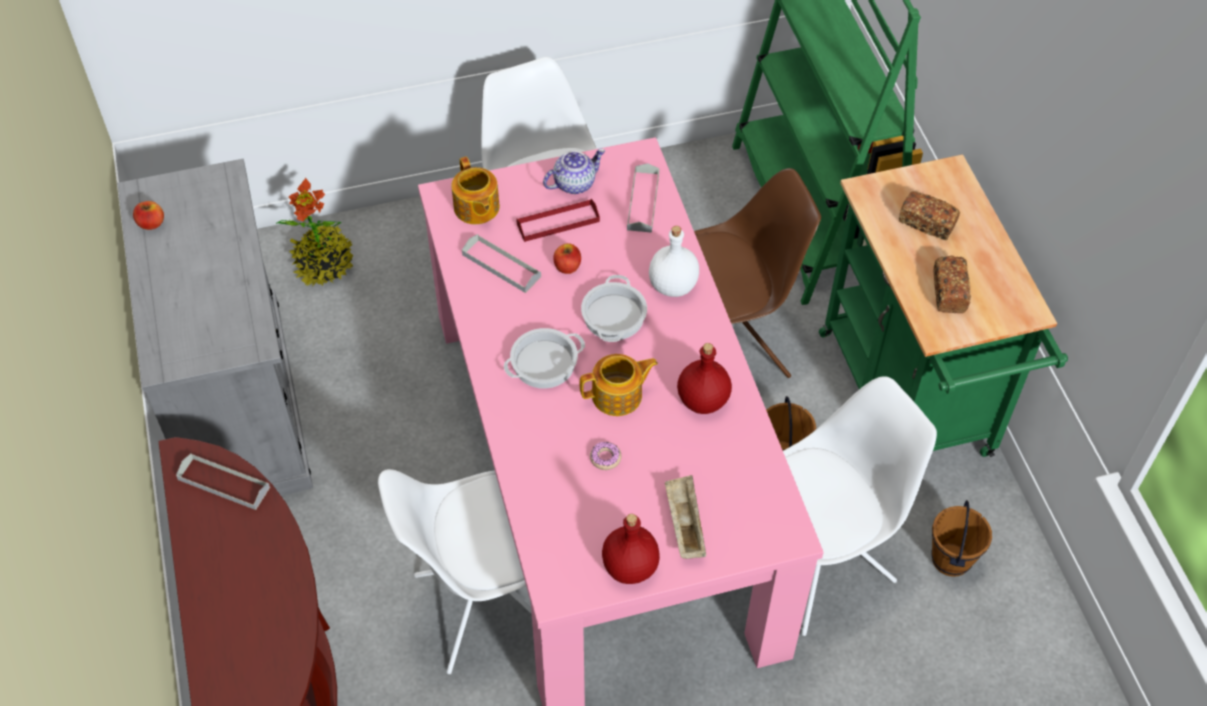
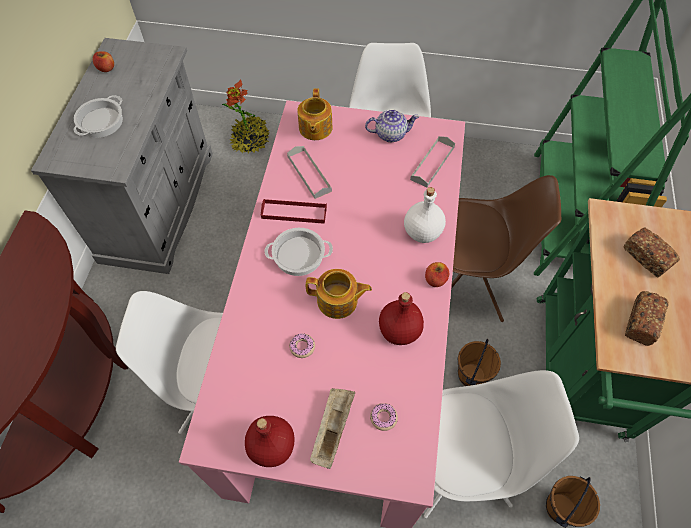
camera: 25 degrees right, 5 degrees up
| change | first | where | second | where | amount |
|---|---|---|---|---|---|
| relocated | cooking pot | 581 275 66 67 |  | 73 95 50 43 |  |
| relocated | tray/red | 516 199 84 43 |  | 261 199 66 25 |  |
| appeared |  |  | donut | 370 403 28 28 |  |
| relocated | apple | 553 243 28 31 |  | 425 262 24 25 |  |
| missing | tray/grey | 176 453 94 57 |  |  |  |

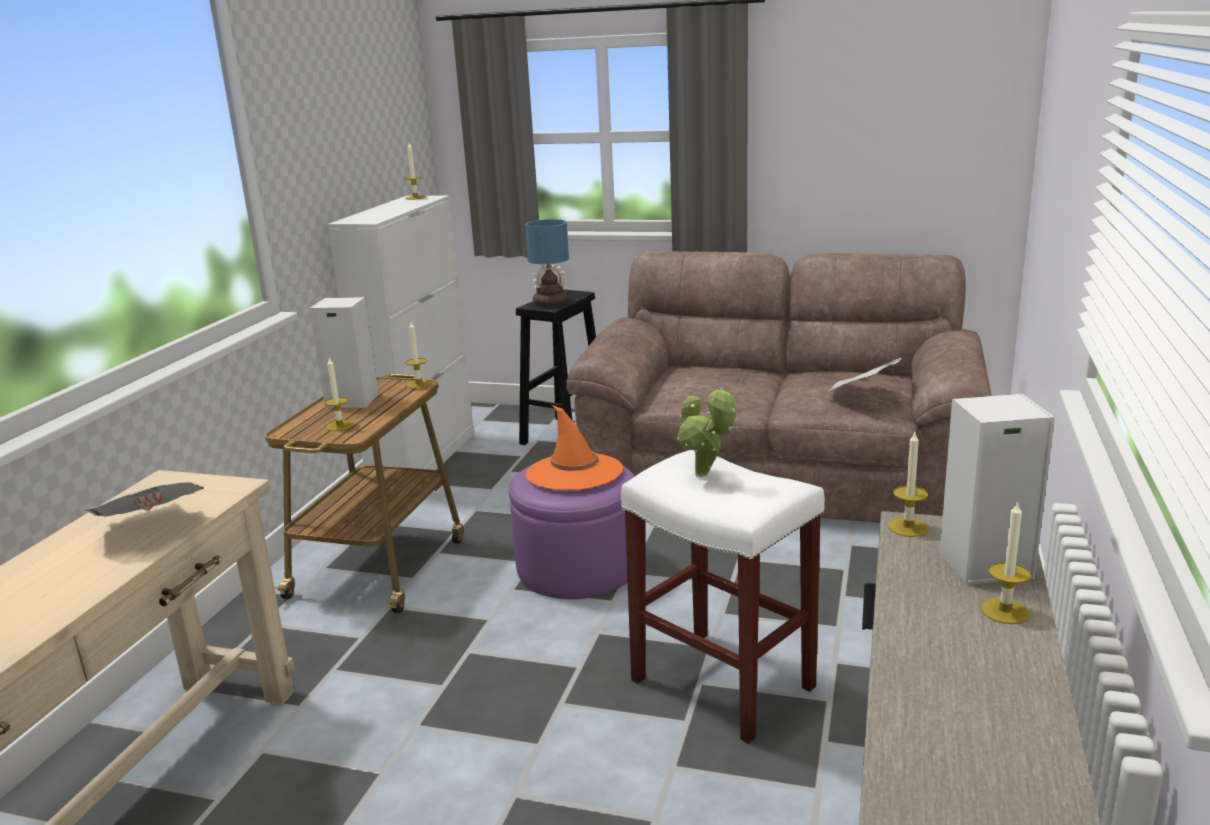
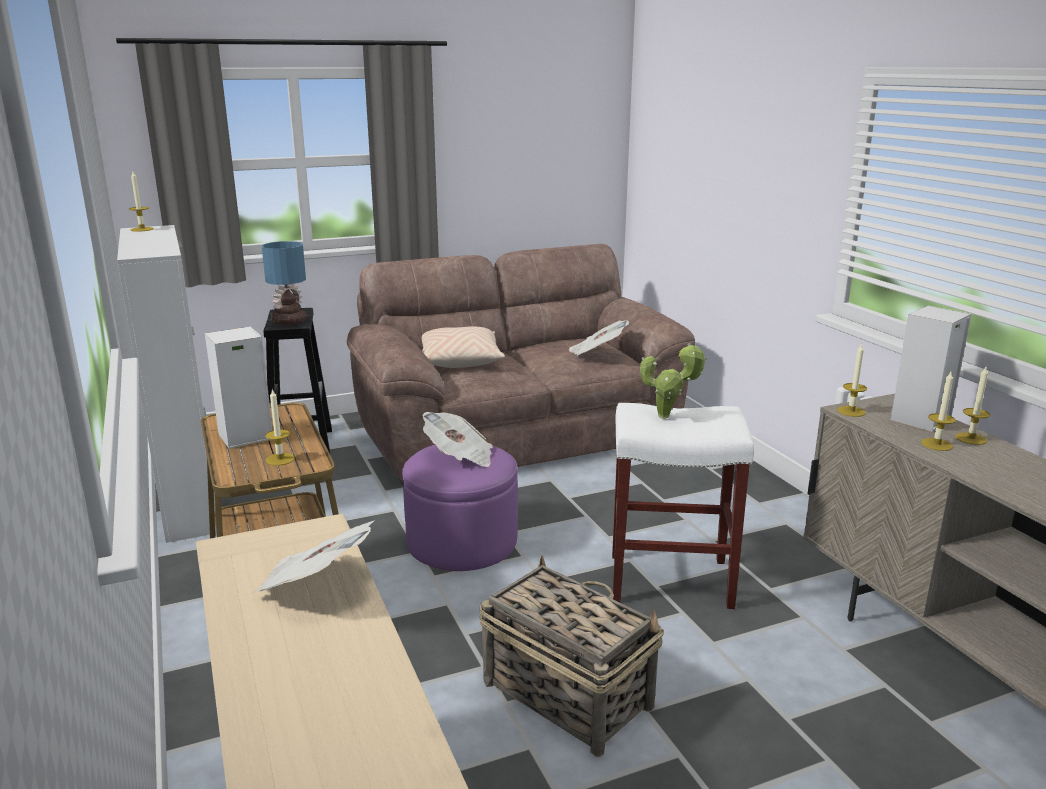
camera: 40 degrees left, 0 degrees up
| change | first | where | second | where | amount |
|---|---|---|---|---|---|
| appeared |  |  | pillow/beige | 422 326 83 42 |  |
| exchanged | hat/orange | 526 405 97 85 | newspaper | 423 412 70 55 |  |
| appeared |  |  | basket | 479 555 185 202 |  |
| relocated | candle | 405 322 26 66 |  | 921 372 35 79 |  |

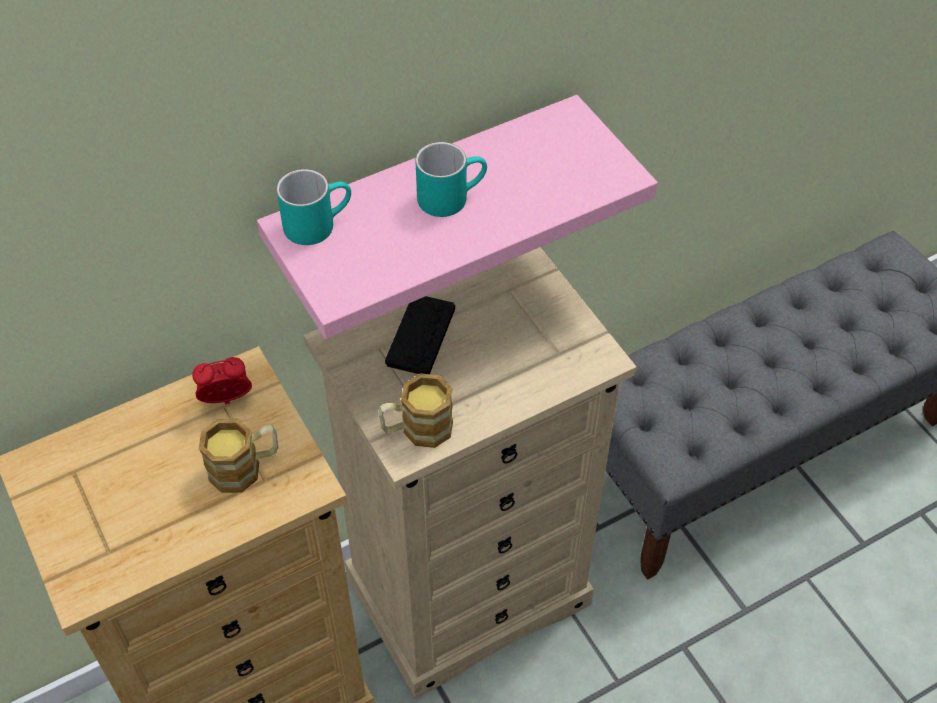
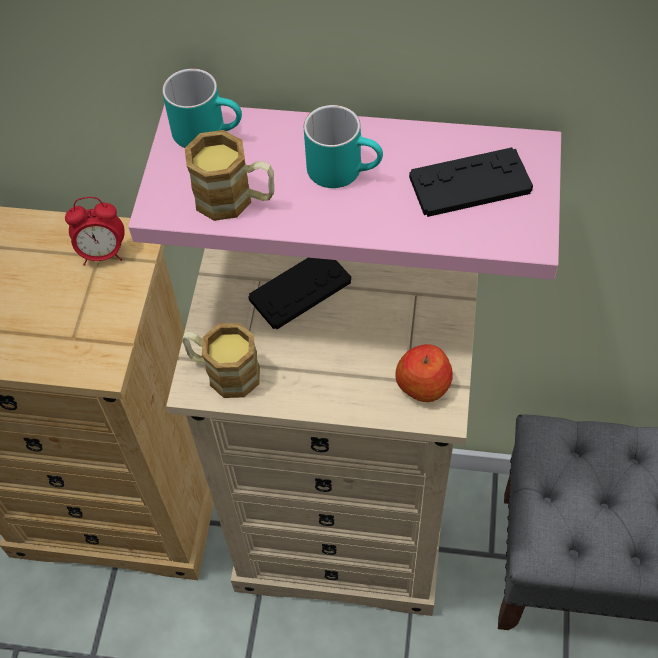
camera: 40 degrees right, 5 degrees up
| change | first | where | second | where | amount |
|---|---|---|---|---|---|
| spun | alarm clock | 192 357 60 48 |  | 65 197 60 69 | 150 degrees clockwise |
| relocated | mug | 199 418 79 75 |  | 185 130 89 91 |  |
| appeared |  |  | apple | 395 344 58 58 |  |
| appeared |  |  | game controller/black | 409 147 124 70 |  |

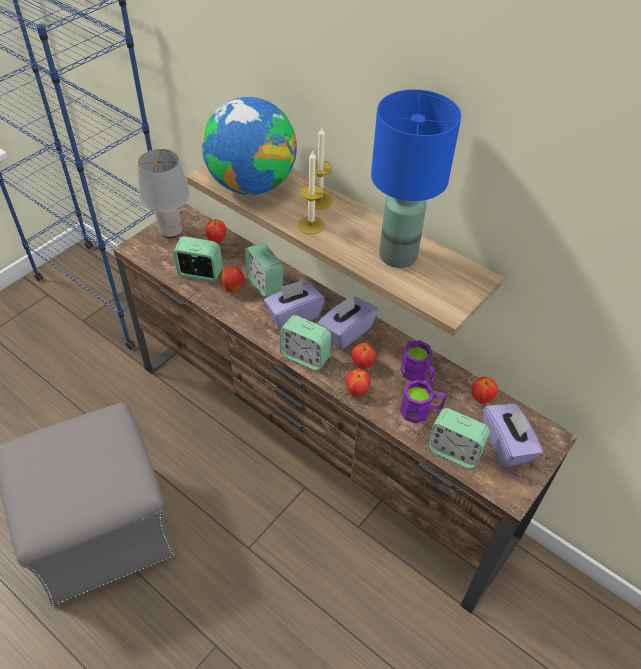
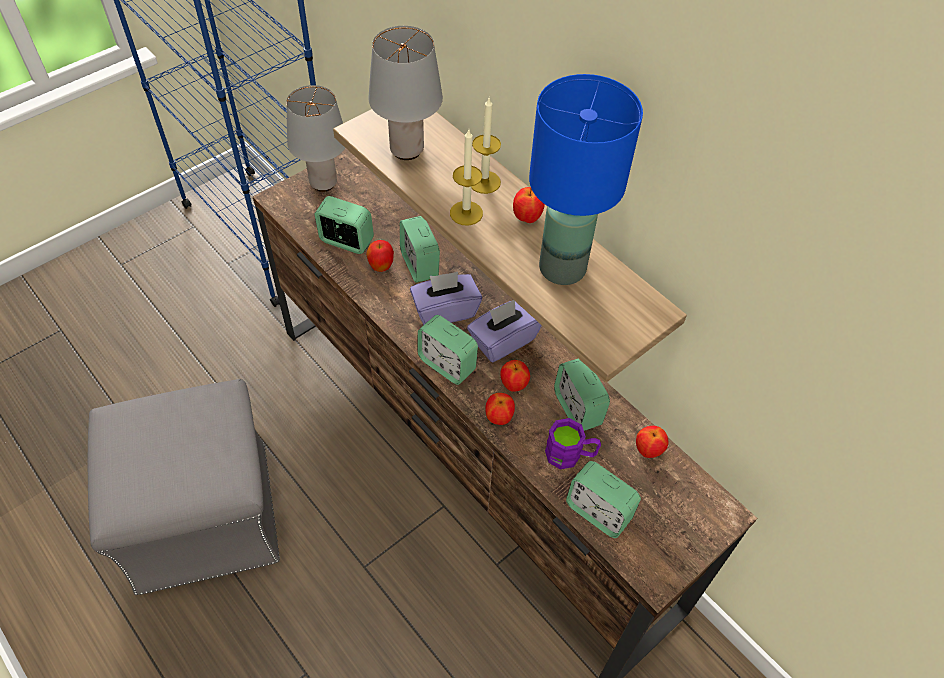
camera: 10 degrees right, 5 degrees up
| change | first | where | second | where | amount |
|---|---|---|---|---|---|
| exchanged | globe | 202 97 95 98 | table lamp/grey | 368 26 75 134 |  |
| relocated | apple | 206 220 20 23 |  | 513 187 32 36 |  |
| exchanged | mug/purple | 400 340 36 44 | alarm clock | 554 359 56 72 |  |
| missing | tissue box/purple | 483 404 60 63 |  |  |  |

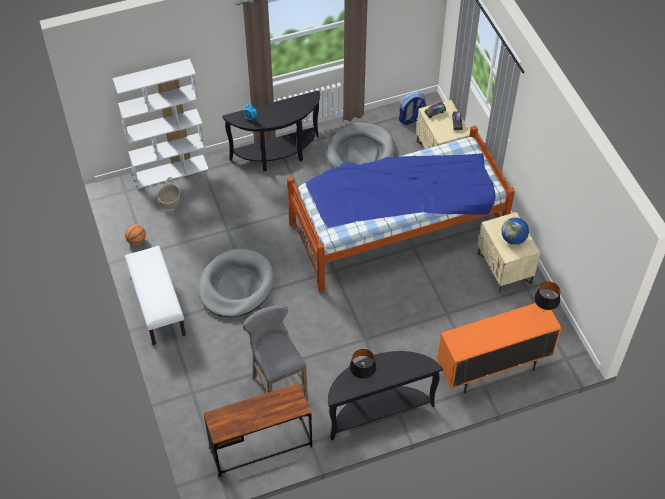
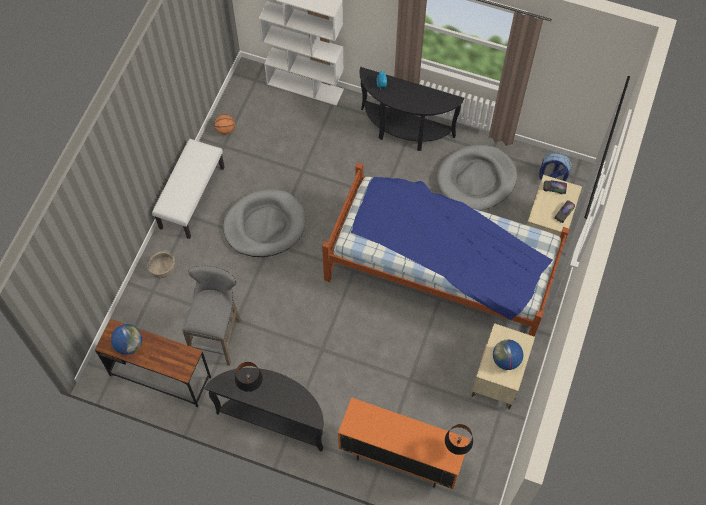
camera: 40 degrees right, 10 degrees up
| change | first | where | second | where | amount |
|---|---|---|---|---|---|
| appeared |  |  | globe | 111 324 31 31 |  |
| relocated | basket | 157 177 23 32 |  | 147 250 28 28 |  |

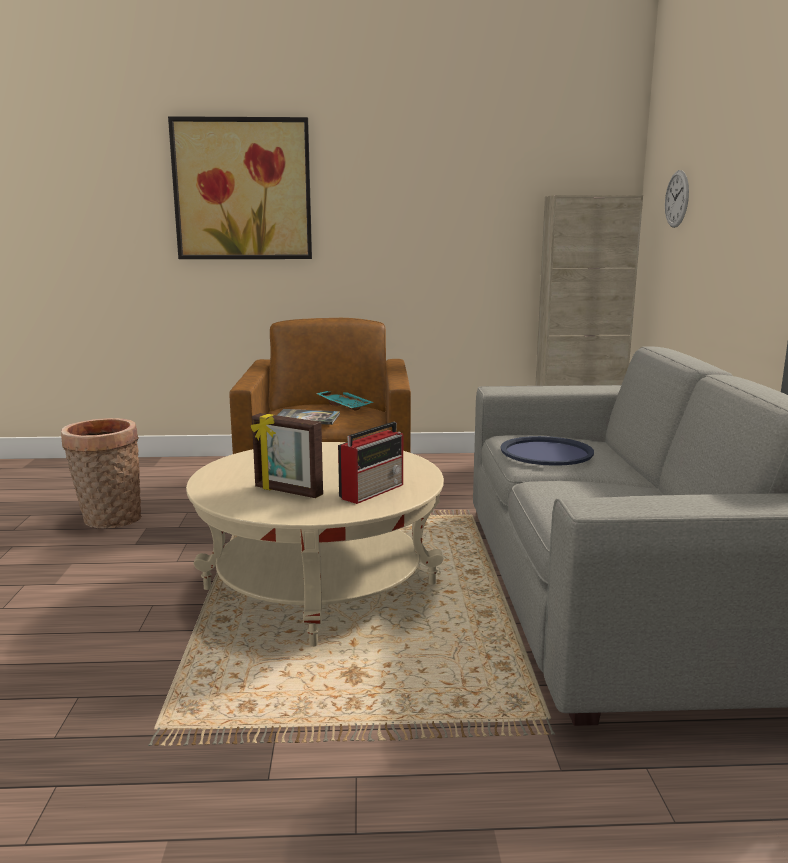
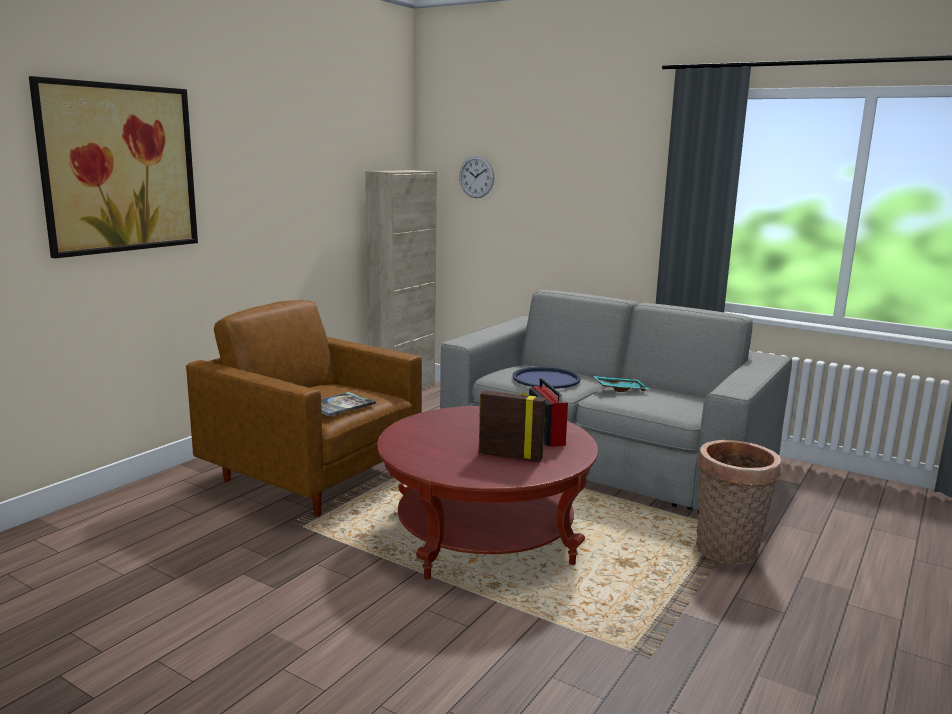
camera: 55 degrees left, 0 degrees up
| change | first | where | second | where | amount |
|---|---|---|---|---|---|
| colour | coffee table/beige | 186 442 258 205 | coffee table/red | 377 406 221 174 |  |
| spun | picture frame | 251 413 72 85 |  | 479 390 67 73 | 135 degrees counterclockwise |
| relocated | tray/turquoise | 316 391 57 20 |  | 593 376 56 16 |  |
| relocated | basket | 61 418 80 110 |  | 696 440 85 124 |  |

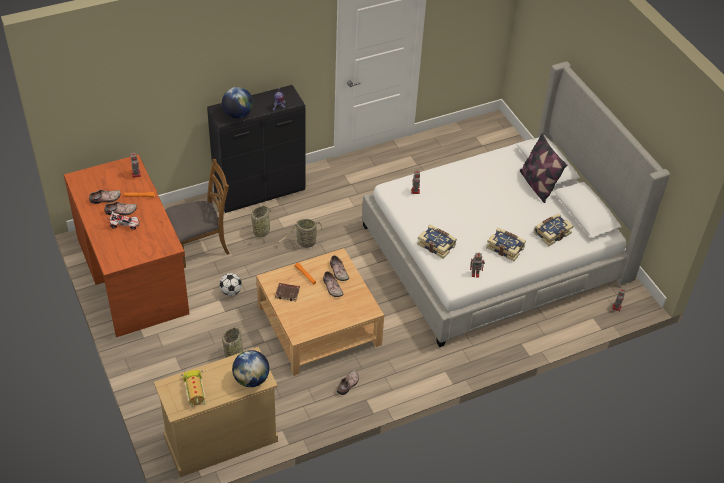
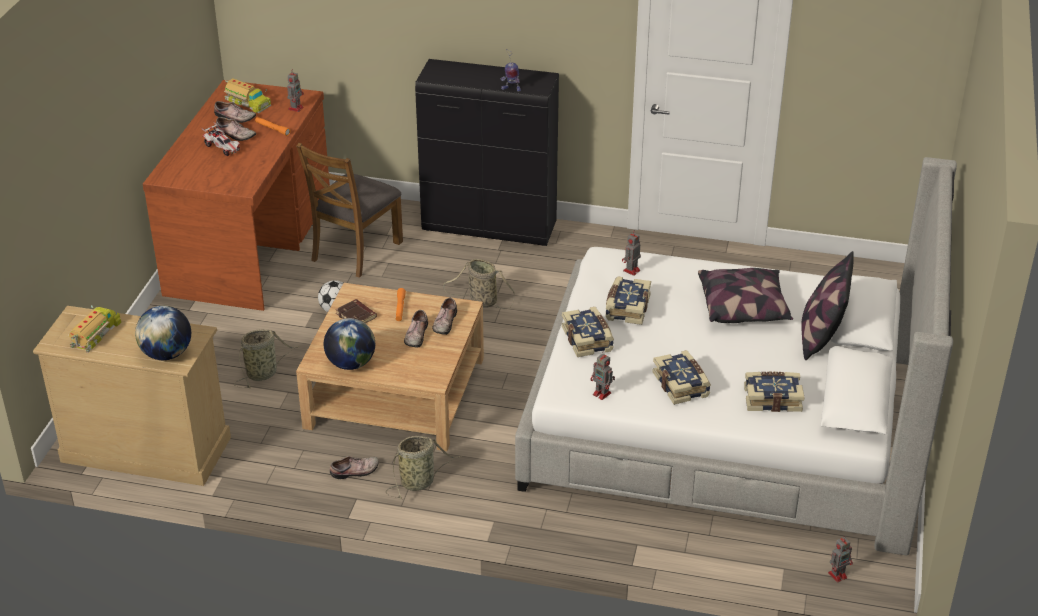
camera: 40 degrees right, 10 degrees down
| change | first | where | second | where | amount |
|---|---|---|---|---|---|
| appeared |  |  | toy truck | 224 78 47 35 |  |
| spun | chair/brown | 165 159 65 109 |  | 296 143 107 135 | 105 degrees clockwise |
| relocated | globe | 222 87 31 31 |  | 324 318 51 52 |  |
| relocated | basket | 251 205 22 39 |  | 385 436 76 63 |  |
| appeared |  |  | book | 605 276 46 49 |  |
| appeared |  |  | pillow | 698 268 95 55 |  |

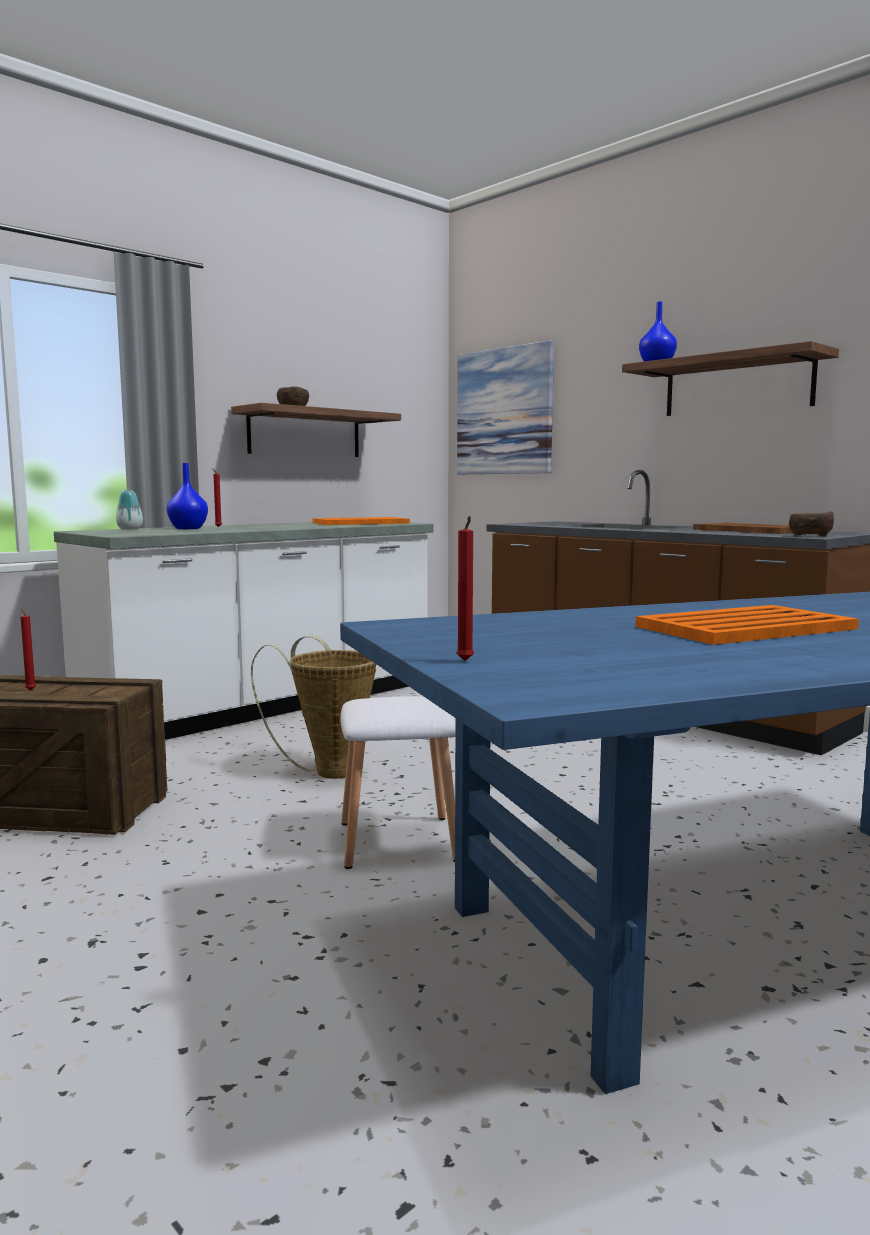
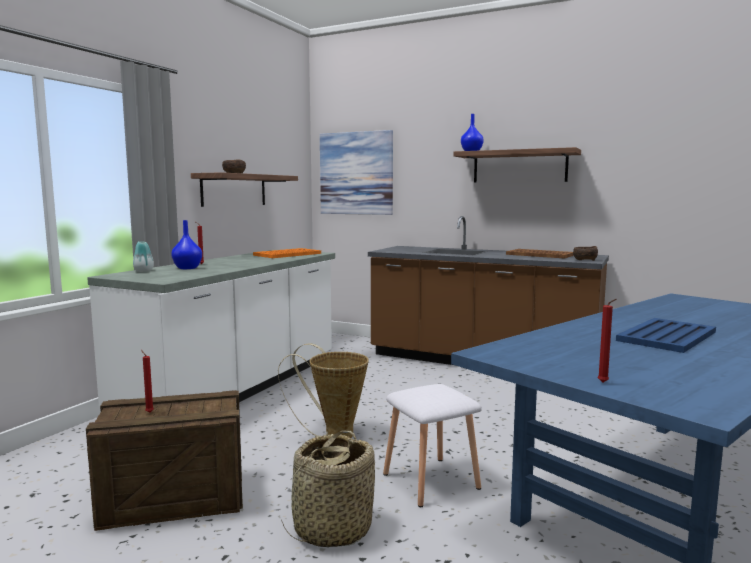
camera: 20 degrees left, 0 degrees up
| change | first | where | second | where | amount |
|---|---|---|---|---|---|
| appeared |  |  | basket | 281 431 94 116 |  |
| colour | tray/orange | 636 605 223 40 | tray/blue | 616 318 100 35 |  |

